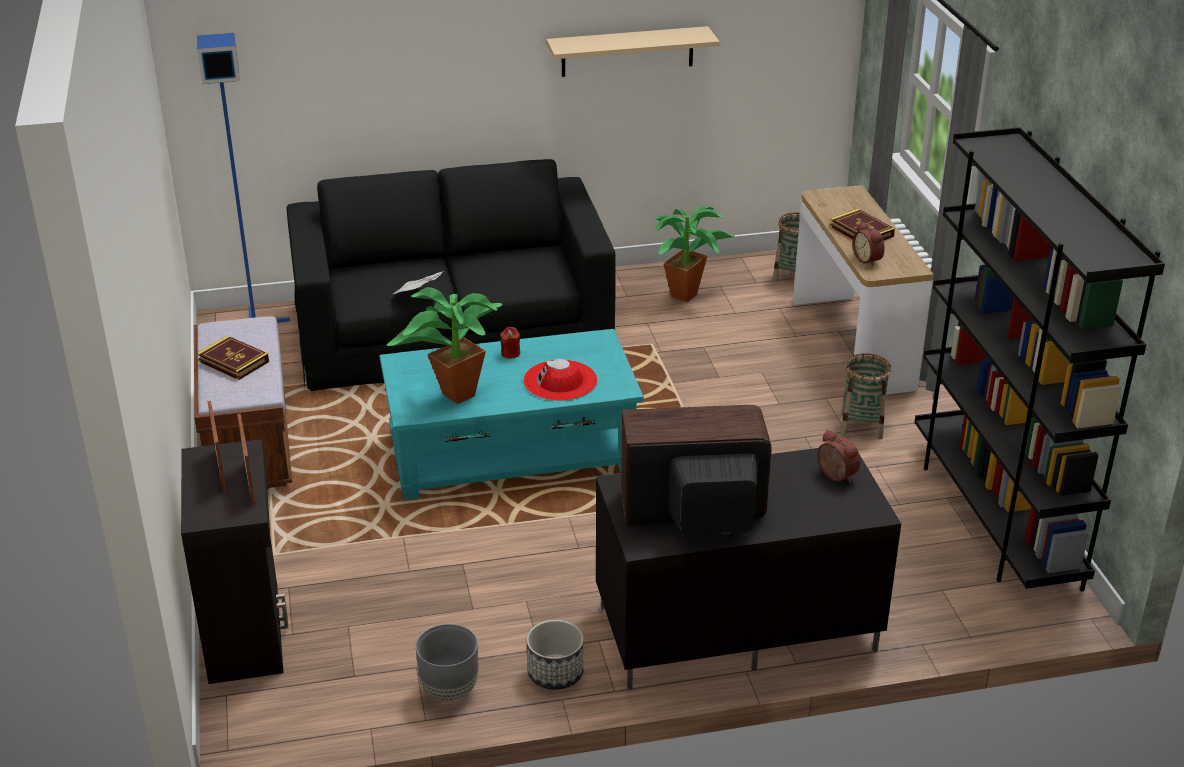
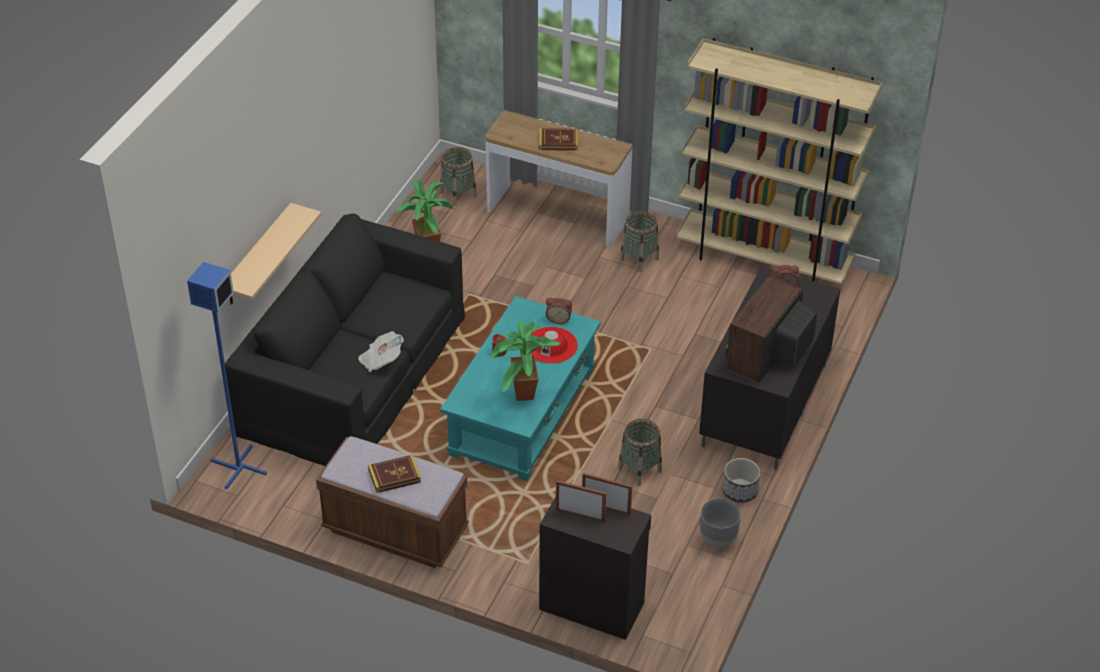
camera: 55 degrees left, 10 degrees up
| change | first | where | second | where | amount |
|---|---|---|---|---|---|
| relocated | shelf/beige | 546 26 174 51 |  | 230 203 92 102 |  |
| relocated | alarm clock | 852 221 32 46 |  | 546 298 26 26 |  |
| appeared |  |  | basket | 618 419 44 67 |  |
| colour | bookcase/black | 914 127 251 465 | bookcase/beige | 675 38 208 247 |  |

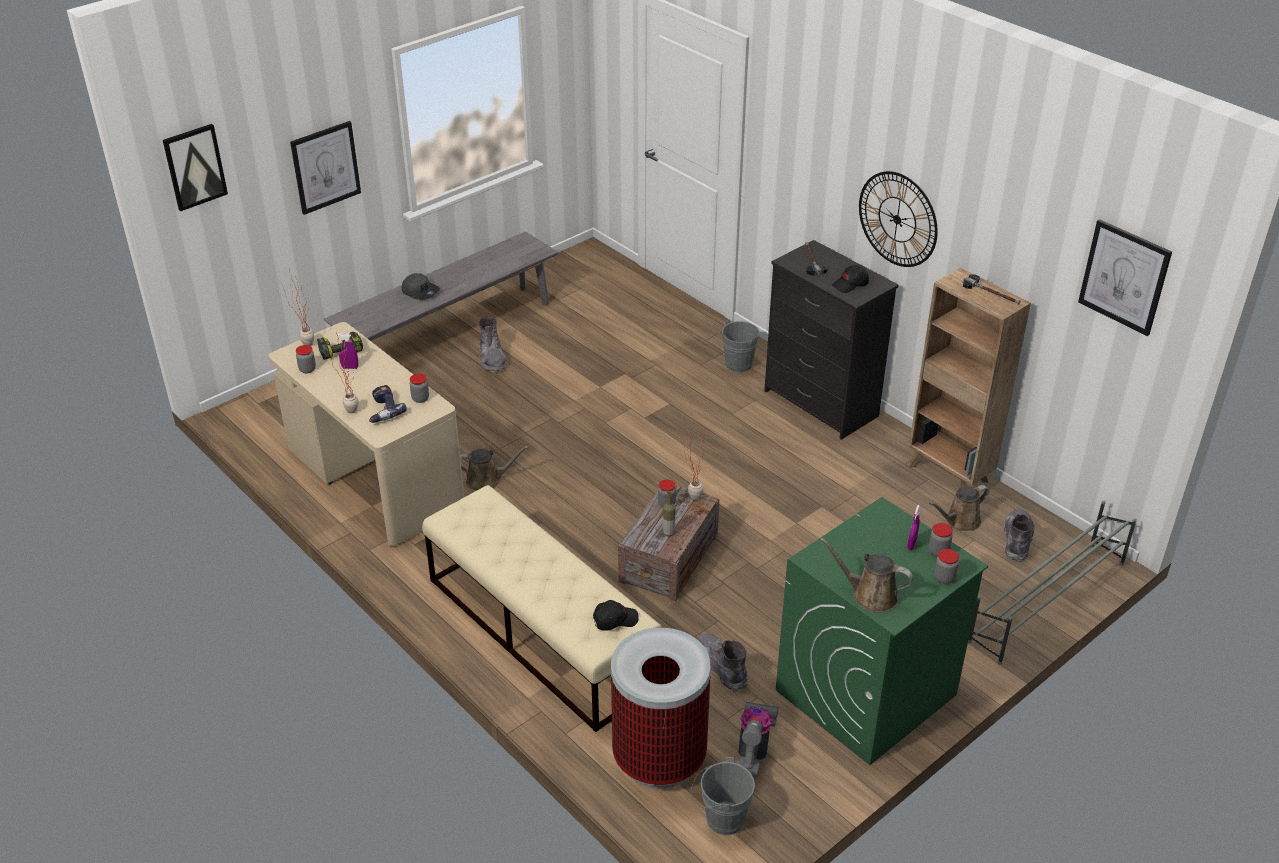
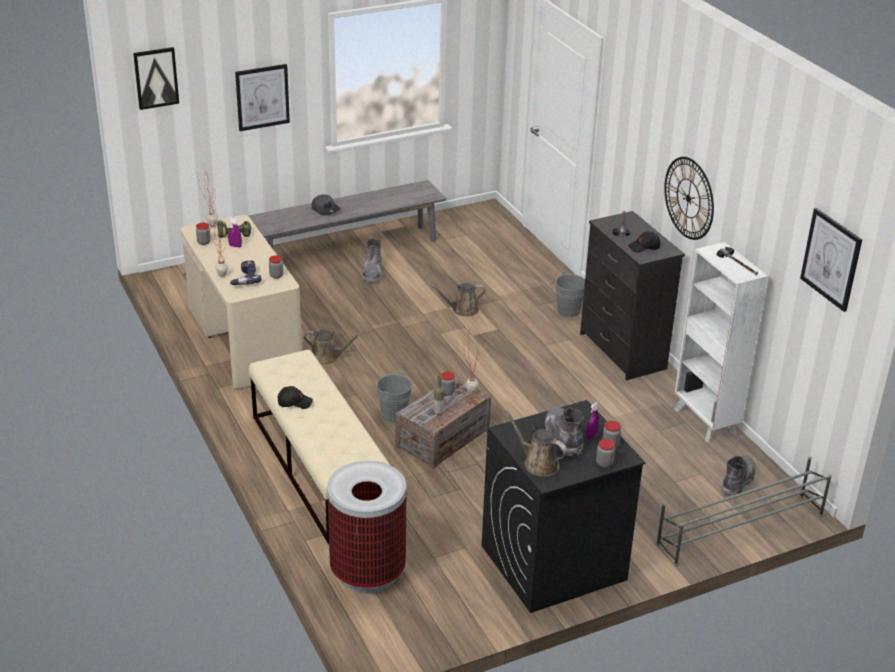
camera: 15 degrees right, 5 degrees down
| change | first | where | second | where | amount |
|---|---|---|---|---|---|
| relocated | cap/black | 593 600 46 31 |  | 278 386 35 23 |  |
| relocated | bucket/grey | 691 757 64 78 |  | 370 371 42 52 |  |
| relocated | watering can/brown | 929 485 60 46 |  | 431 283 54 33 |  |
| colour | washing machine/green | 776 497 212 268 | washing machine/black | 482 400 163 213 |  |
| relocated | boot/grey | 697 634 51 58 |  | 545 406 39 50 |  |
| colour | bookcase/brown | 909 268 122 220 | bookcase/white | 674 242 94 201 |  |
| missing | vacuum cleaner | 738 702 41 76 |  |  |  |

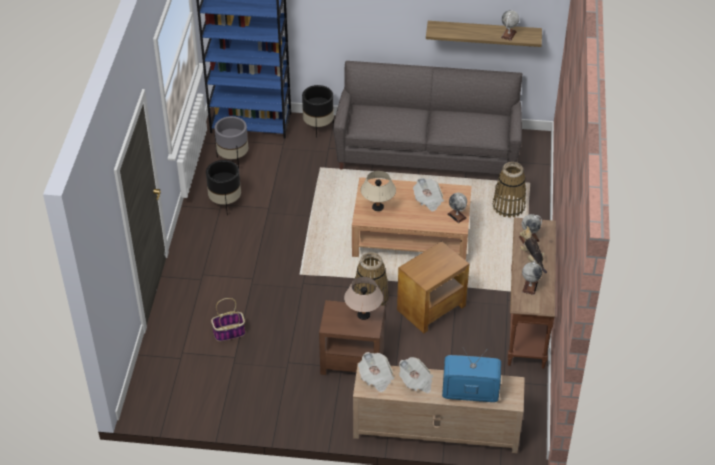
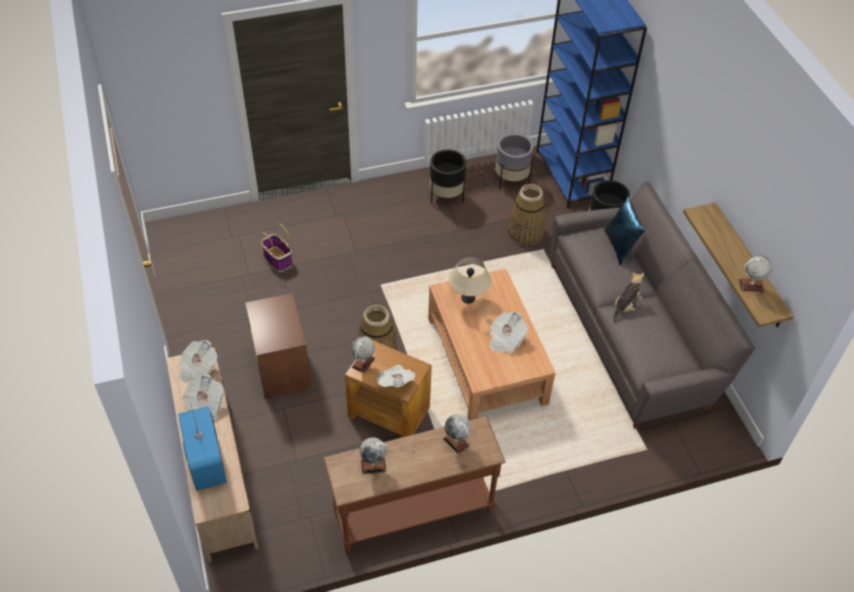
camera: 65 degrees right, 5 degrees up
| change | first | where | second | where | amount |
|---|---|---|---|---|---|
| relocated | globe | 448 193 19 30 |  | 351 336 24 37 |  |
| appeared |  |  | newspaper | 377 365 39 22 |  |
| relocated | basket | 493 162 33 56 |  | 508 184 37 62 |  |
| appeared |  |  | pillow/blue | 604 196 41 70 |  |
| relocated | plush toy | 520 226 27 47 |  | 613 272 31 51 |  |
| missing | table lamp/beige | 344 277 39 43 |  |  |  |

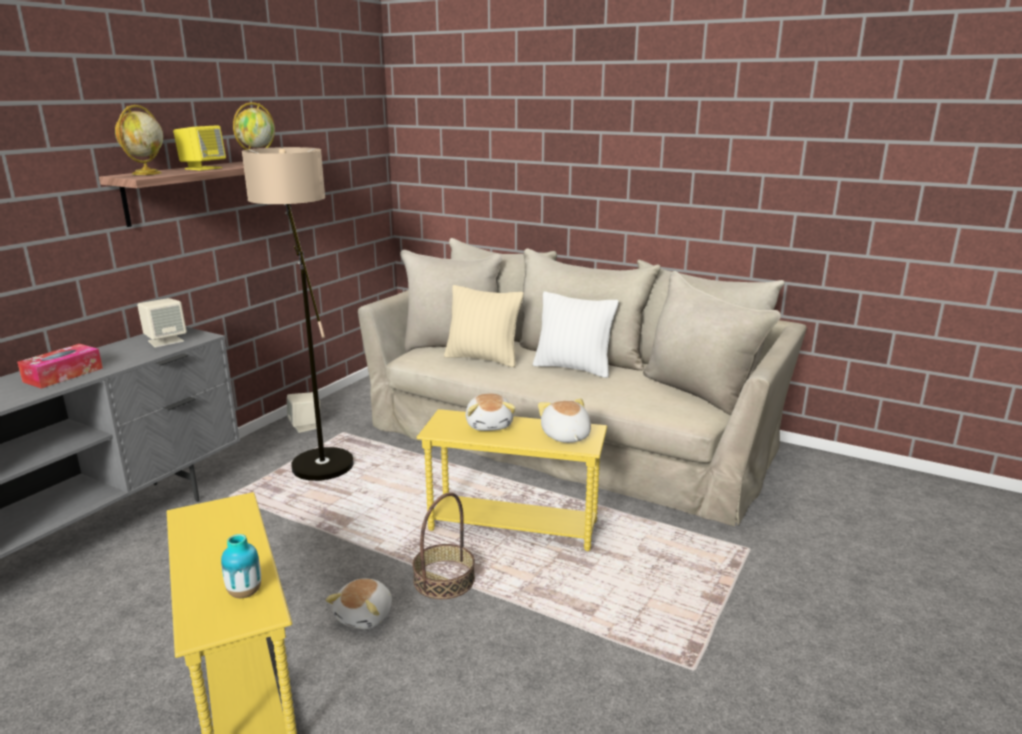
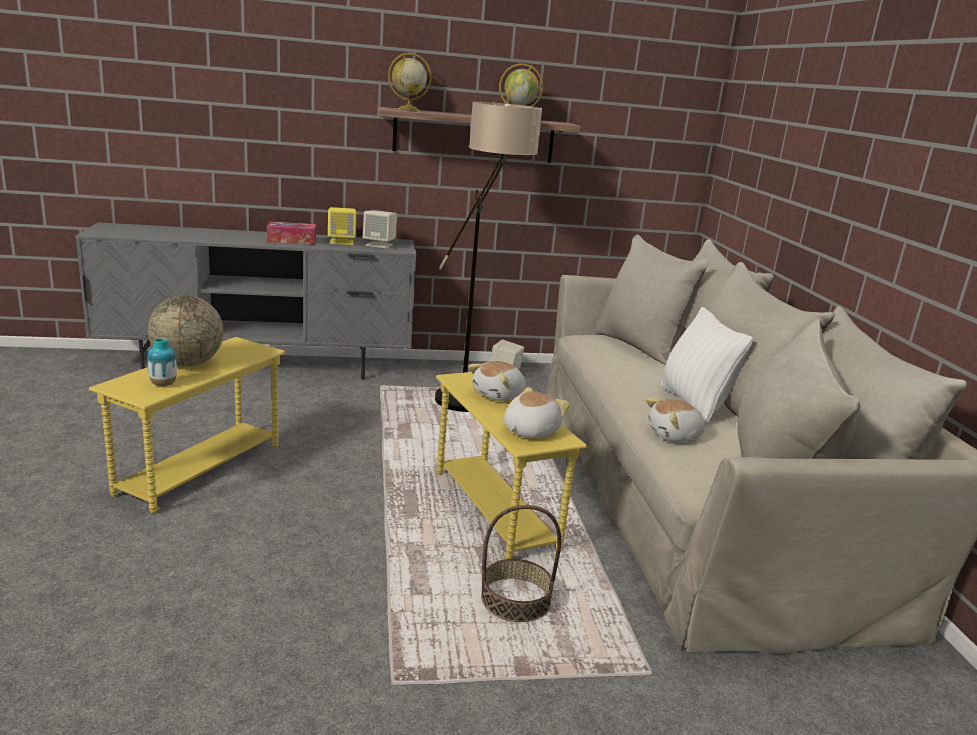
camera: 50 degrees right, 0 degrees up
| change | first | where | second | where | amount |
|---|---|---|---|---|---|
| appeared |  |  | globe | 148 295 76 71 |  |
| relocated | speaker/yellow | 173 125 53 46 |  | 328 207 28 38 |  |
| relocated | basket | 412 492 63 107 |  | 481 505 80 117 |  |
| relocated | plush toy | 325 578 67 51 |  | 645 398 61 44 |  |
| missing | pillow/beige | 444 285 79 82 |  |  |  |

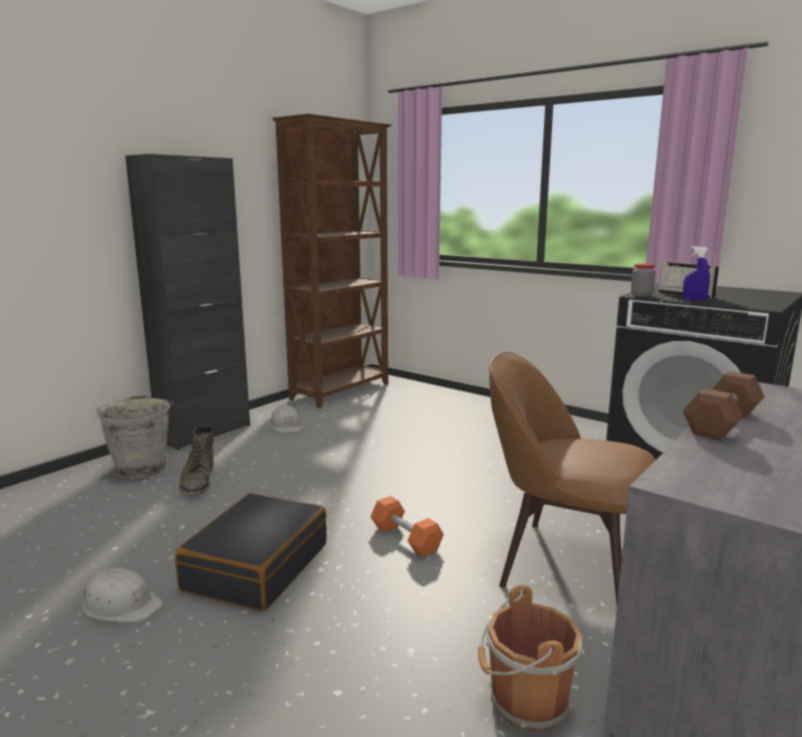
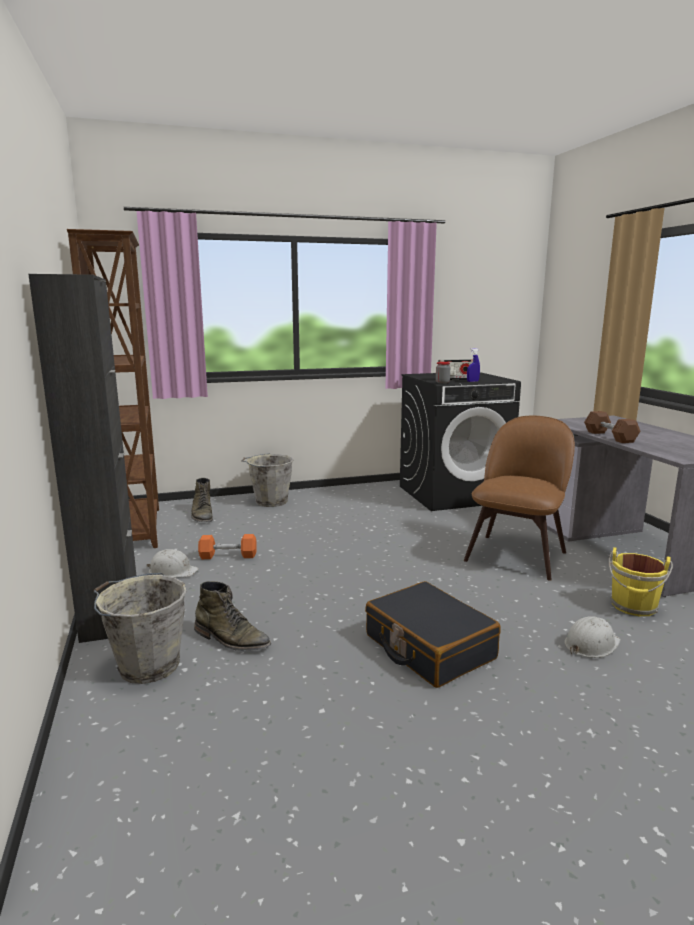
camera: 55 degrees left, 0 degrees up
| change | first | where | second | where | amount |
|---|---|---|---|---|---|
| appeared |  |  | boot/green | 191 478 22 44 |  |
| relocated | dumbbell/orange | 370 496 74 61 |  | 198 534 59 25 |  |
| appeared |  |  | bucket/grey | 241 453 52 54 |  |
| spun | chair/brown | 489 352 167 252 |  | 464 416 111 165 | 150 degrees clockwise |
| relocated | hard hat/white | 83 568 80 54 |  | 564 616 57 42 |  |
| colour | bucket/brown | 478 585 107 146 | bucket/yellow | 609 547 64 69 |  |

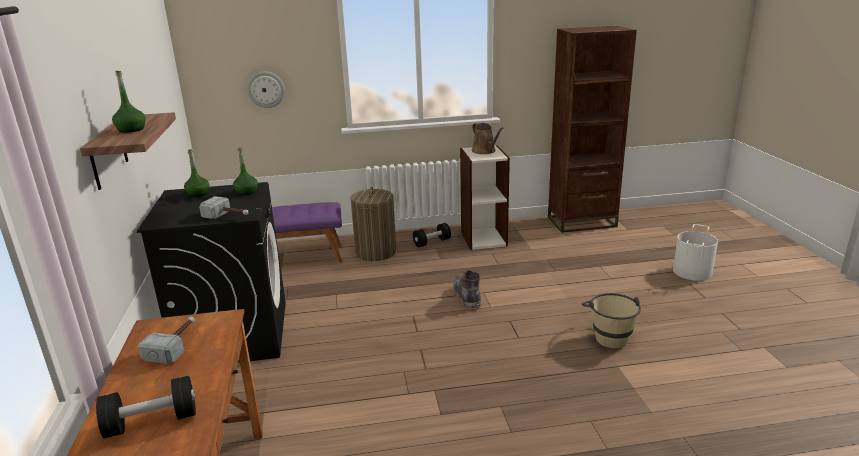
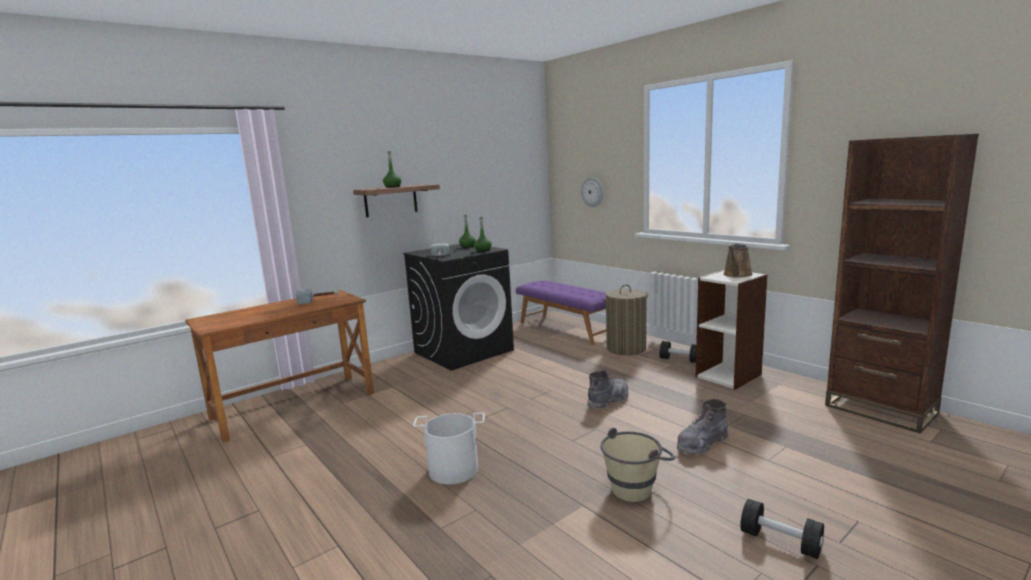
camera: 60 degrees right, 10 degrees down
| change | first | where | second | where | amount |
|---|---|---|---|---|---|
| relocated | bucket/white | 673 224 45 57 |  | 413 413 72 71 |  |
| appeared |  |  | boot/grey | 677 399 51 57 |  |
| relocated | dumbbell/black | 96 376 100 62 |  | 740 499 84 60 |  |

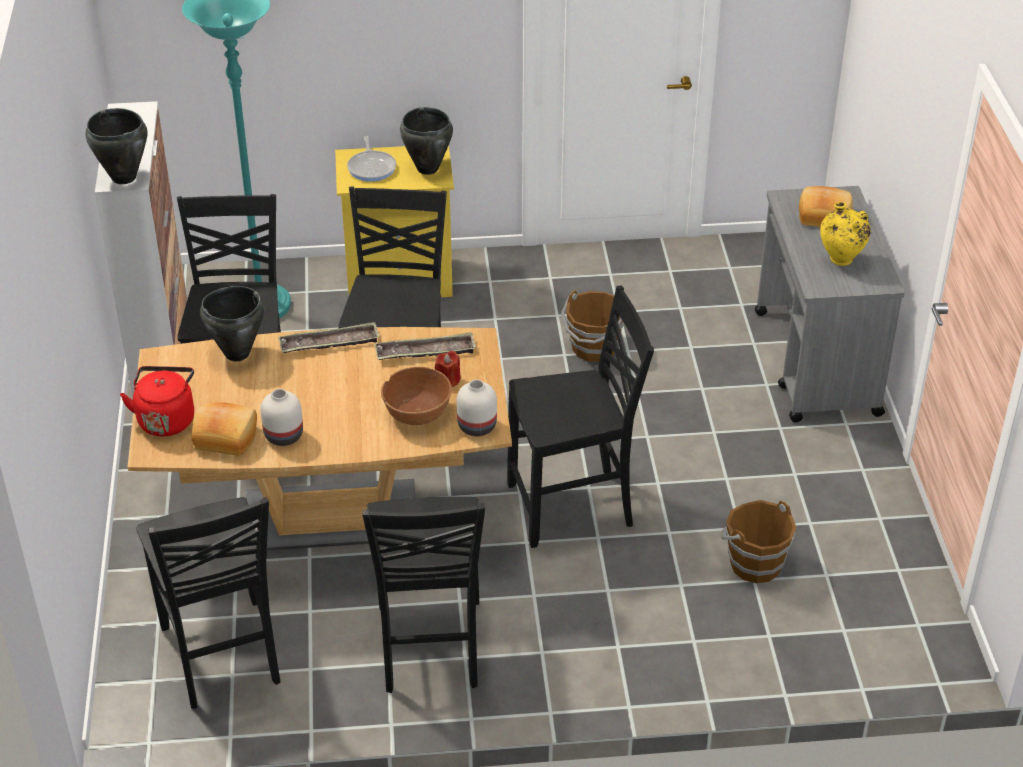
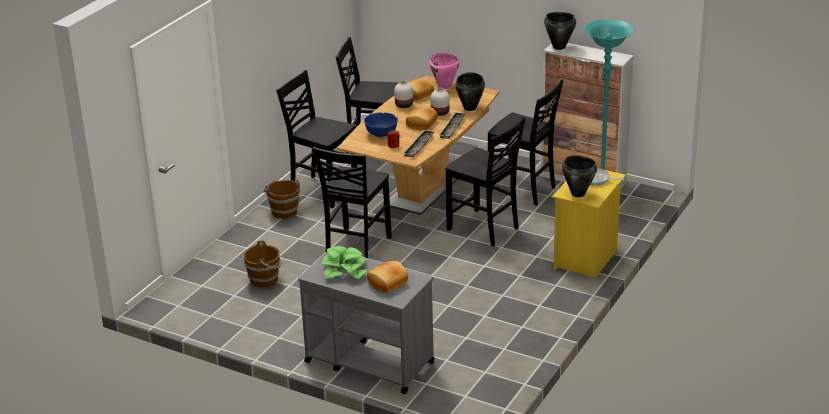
camera: 125 degrees right, 10 degrees down
| change | first | where | second | where | amount |
|---|---|---|---|---|---|
| relocated | bucket/brown | 561 290 63 72 |  | 264 180 36 39 |  |
| exchanged | vase/yellow | 820 202 51 64 | potted plant | 321 246 47 33 |  |
| colour | bowl/brown | 381 367 71 58 | bowl/blue | 364 112 34 25 |  |
| appeared |  |  | bread | 406 105 32 25 |  |
| exchanged | kettle/red | 120 366 74 70 | cooking pot/pink | 429 53 30 36 |  |
| relocated | vase/white | 457 379 40 57 |  | 431 88 19 28 |  |

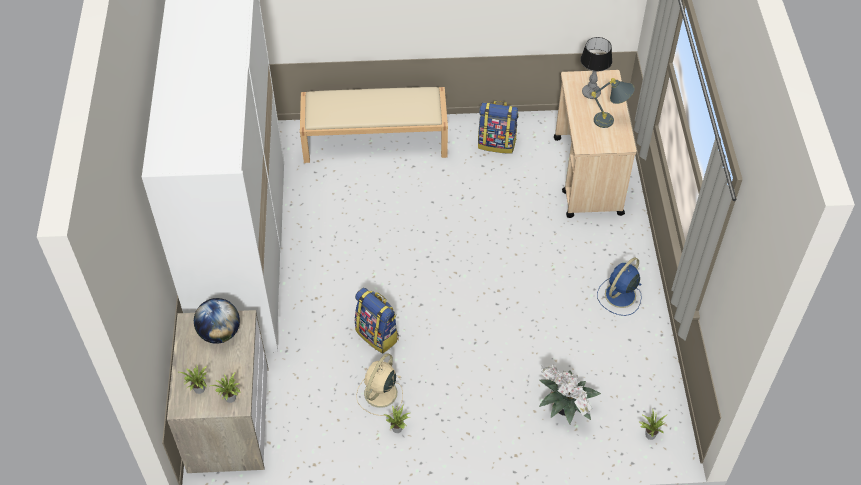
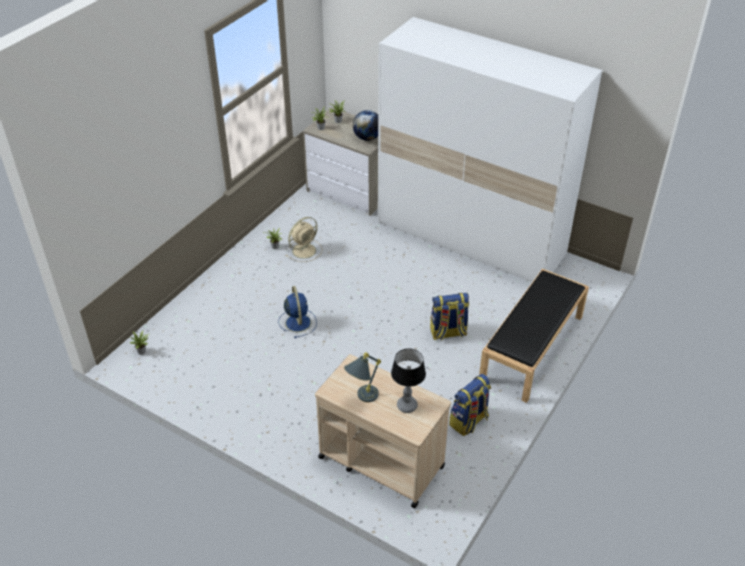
camera: 125 degrees right, 10 degrees down
| change | first | where | second | where | amount |
|---|---|---|---|---|---|
| relocated | fan/blue | 597 257 45 59 |  | 278 286 39 52 |  |
| spun | fan/beige | 356 353 47 63 |  | 286 217 37 45 | 75 degrees clockwise |
| relocated | backpack | 355 288 44 65 |  | 430 293 39 47 |  |
| colour | bench/beige | 300 87 148 76 | bench/black | 479 269 110 134 |  |
| missing | potted plant | 539 364 62 60 |  |  |  |

